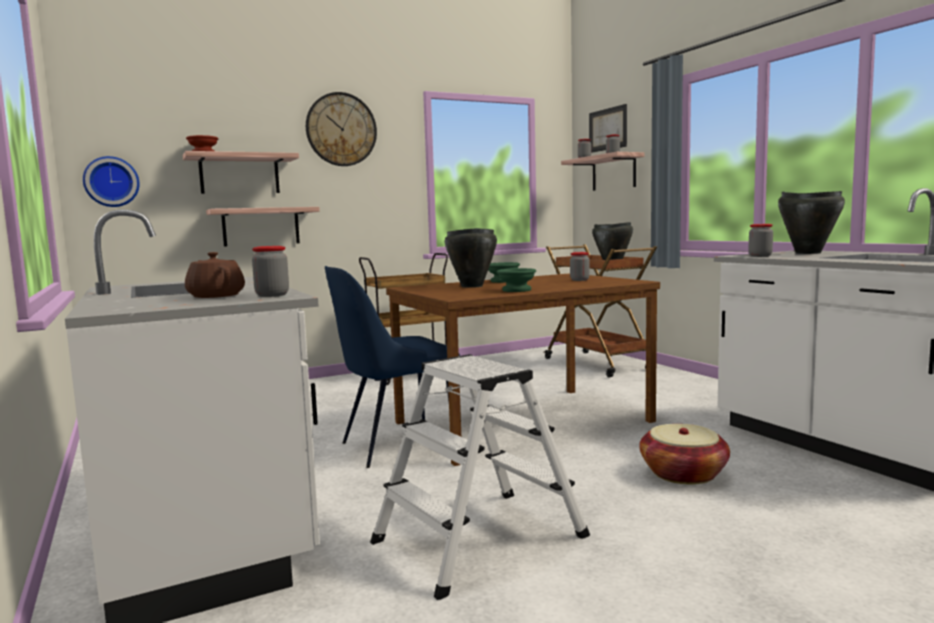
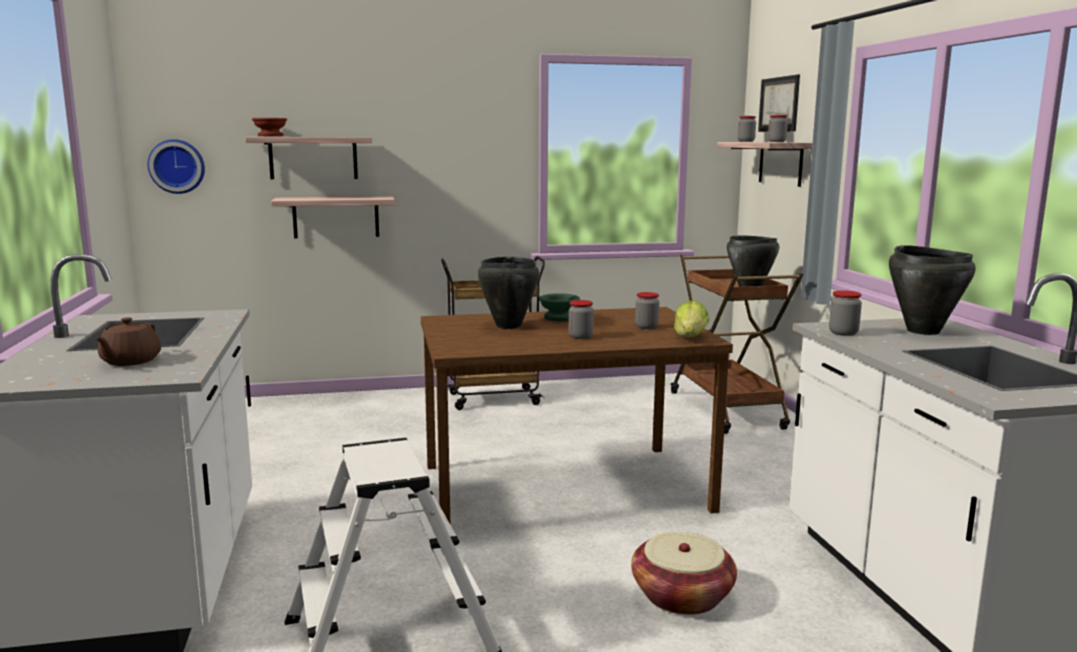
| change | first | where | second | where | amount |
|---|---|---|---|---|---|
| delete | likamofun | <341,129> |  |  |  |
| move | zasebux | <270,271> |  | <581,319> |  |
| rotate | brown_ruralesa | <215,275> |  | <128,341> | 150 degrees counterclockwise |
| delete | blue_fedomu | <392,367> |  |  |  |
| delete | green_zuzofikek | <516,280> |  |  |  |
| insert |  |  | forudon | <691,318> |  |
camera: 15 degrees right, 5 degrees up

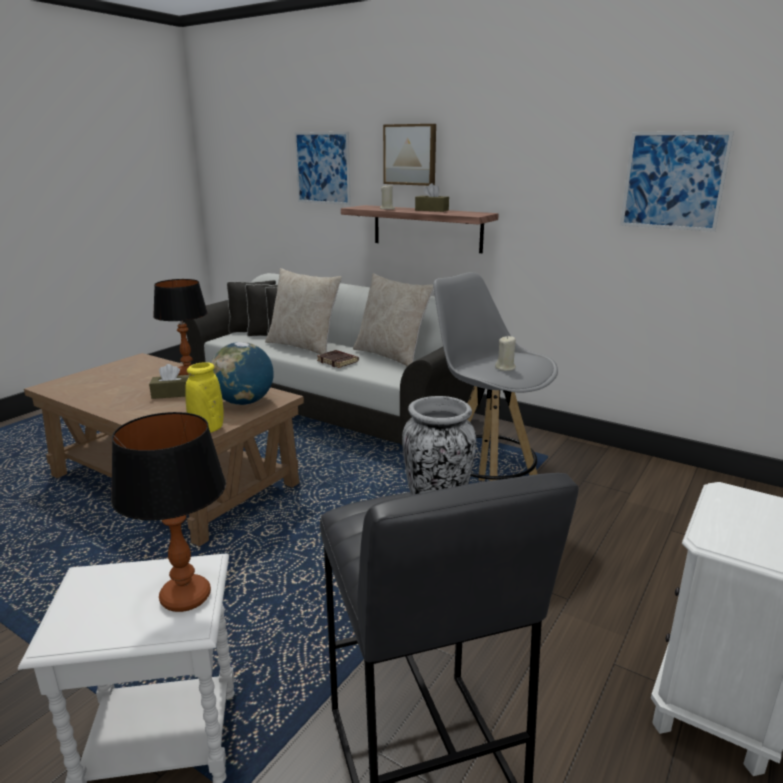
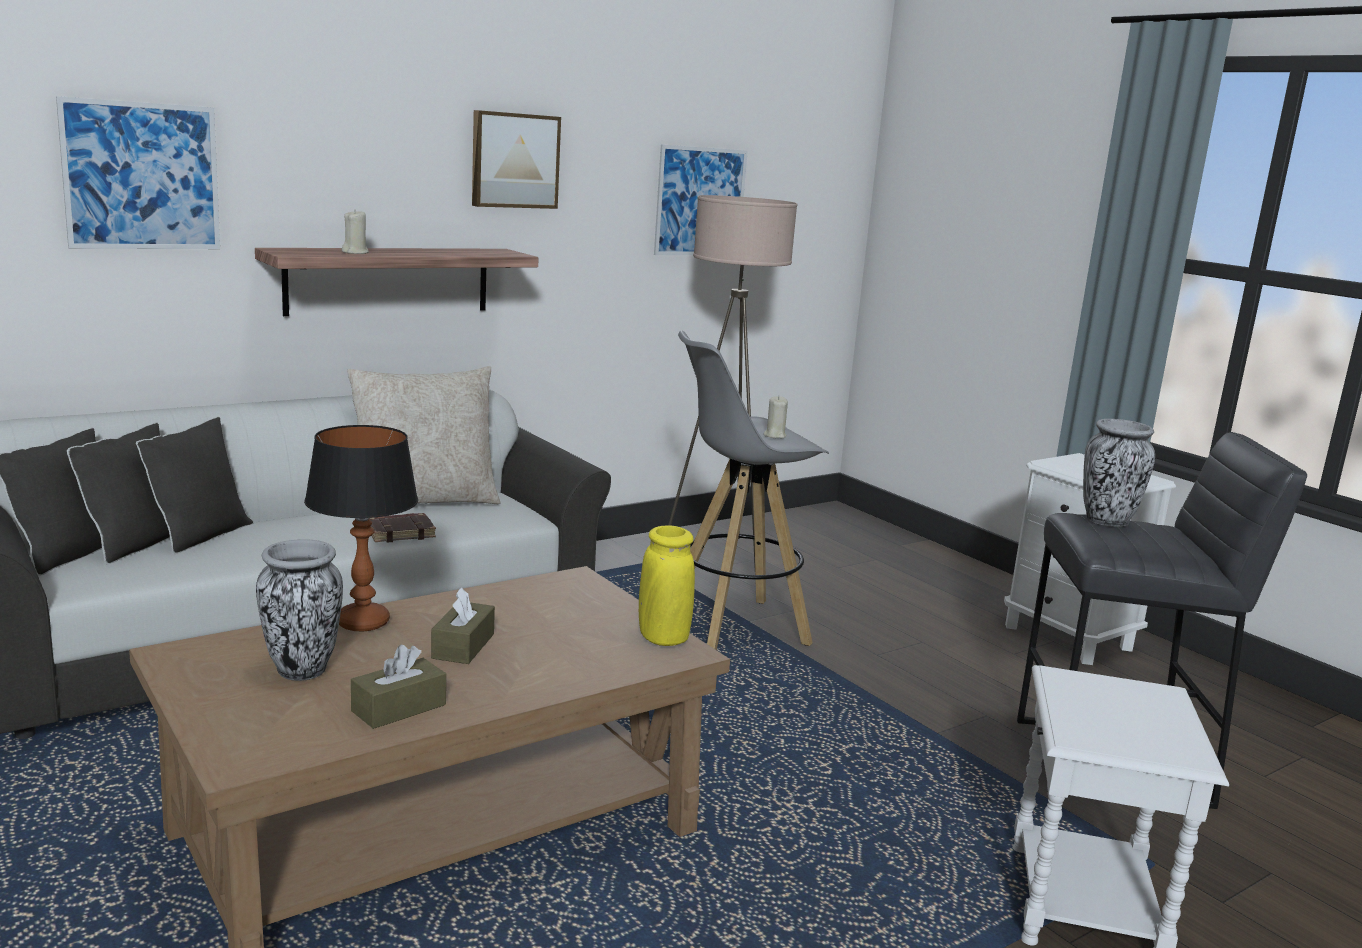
| change | first | where | second | where | amount |
|---|---|---|---|---|---|
| move | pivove | <409,155> |  | <516,159> |  |
| move | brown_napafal | <432,197> |  | <398,687> |  |
| delete | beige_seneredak | <303,311> |  |  |  |
| delete | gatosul | <242,373> |  |  |  |
| delete | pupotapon | <168,512> |  |  |  |
| insert |  |  | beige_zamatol | <733,380> |  |
| insert |  |  | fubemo | <299,610> |  |
camera: 70 degrees left, 5 degrees down

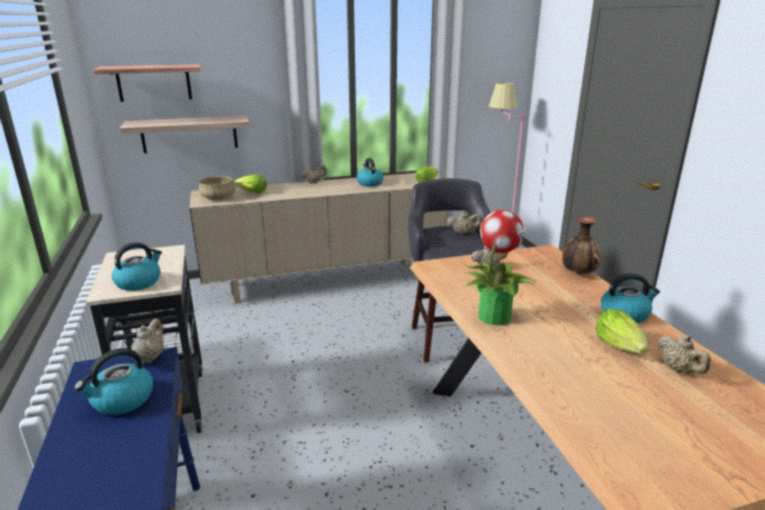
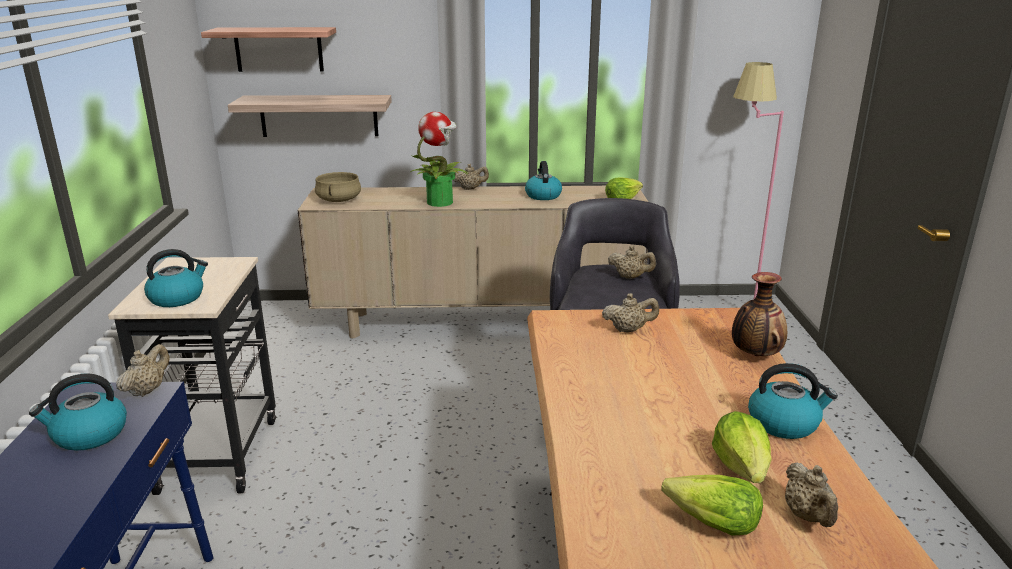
| change | first | where | second | where | amount |
|---|---|---|---|---|---|
| move | forudon | <250,184> |  | <712,505> |  |
| move | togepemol | <501,267> |  | <439,159> |  |
camera: 15 degrees right, 0 degrees up

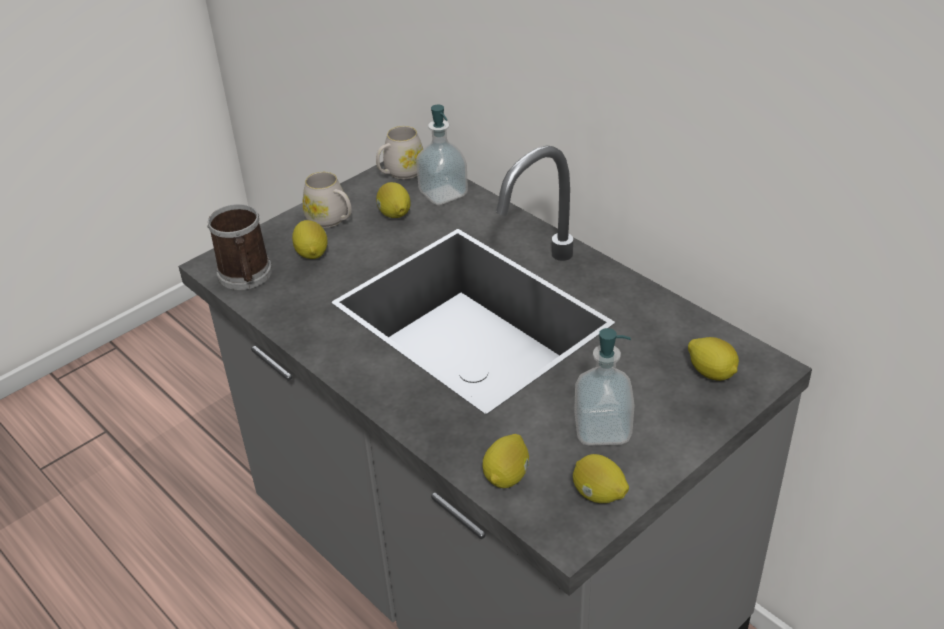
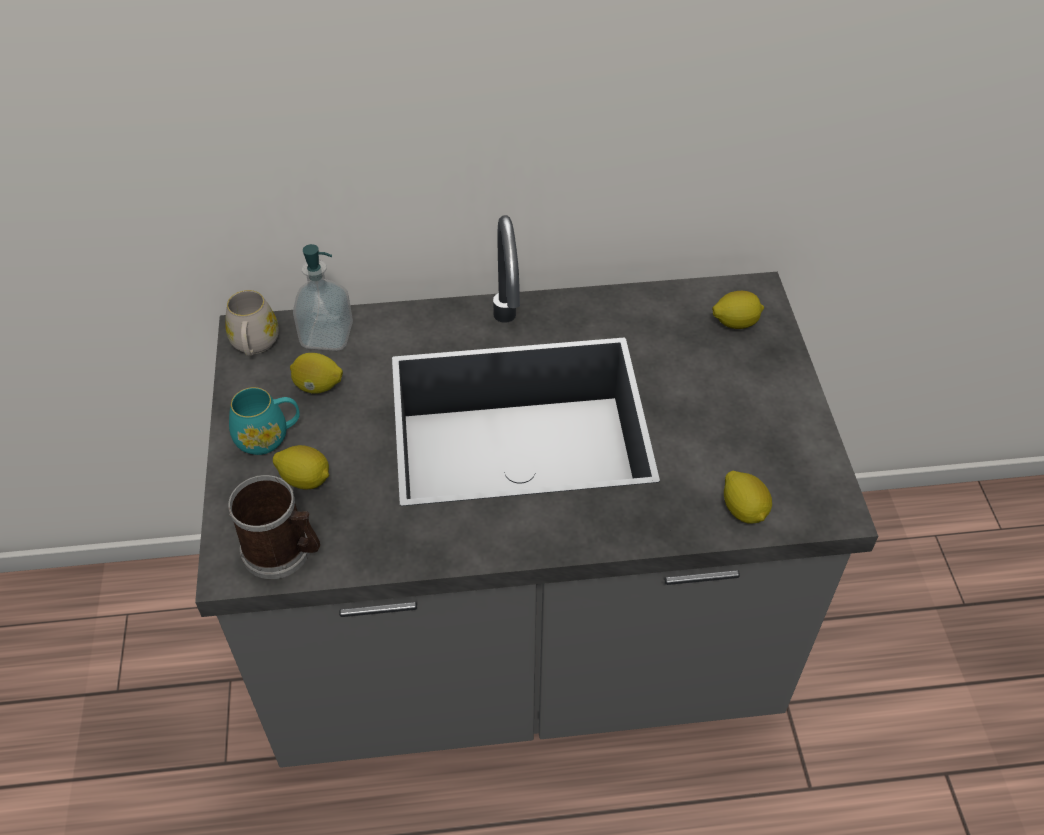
| change | first | where | second | where | amount |
|---|---|---|---|---|---|
| recolor | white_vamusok | <327,200> | turquoise_vamusok | <264,421> |  |
| delete | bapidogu | <604,386> |  |  |  |
| delete | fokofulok | <601,478> |  |  |  |
camera: 55 degrees left, 10 degrees up

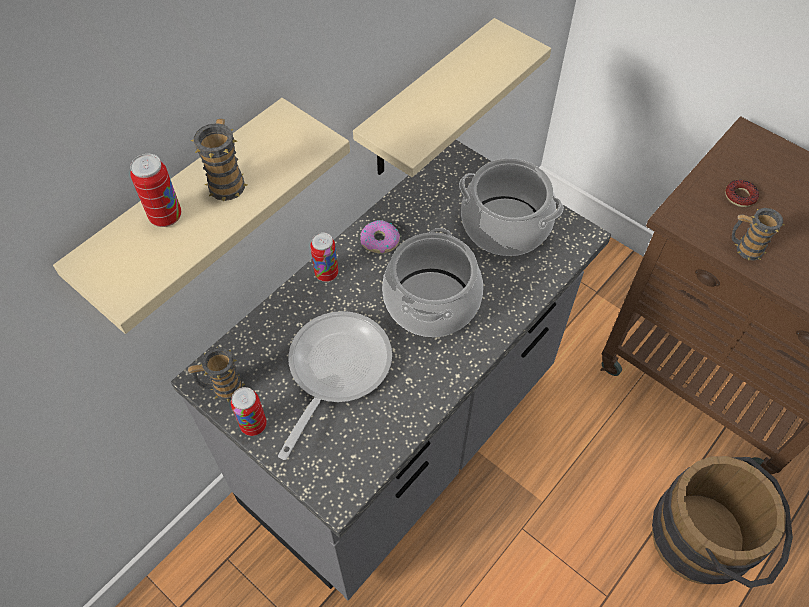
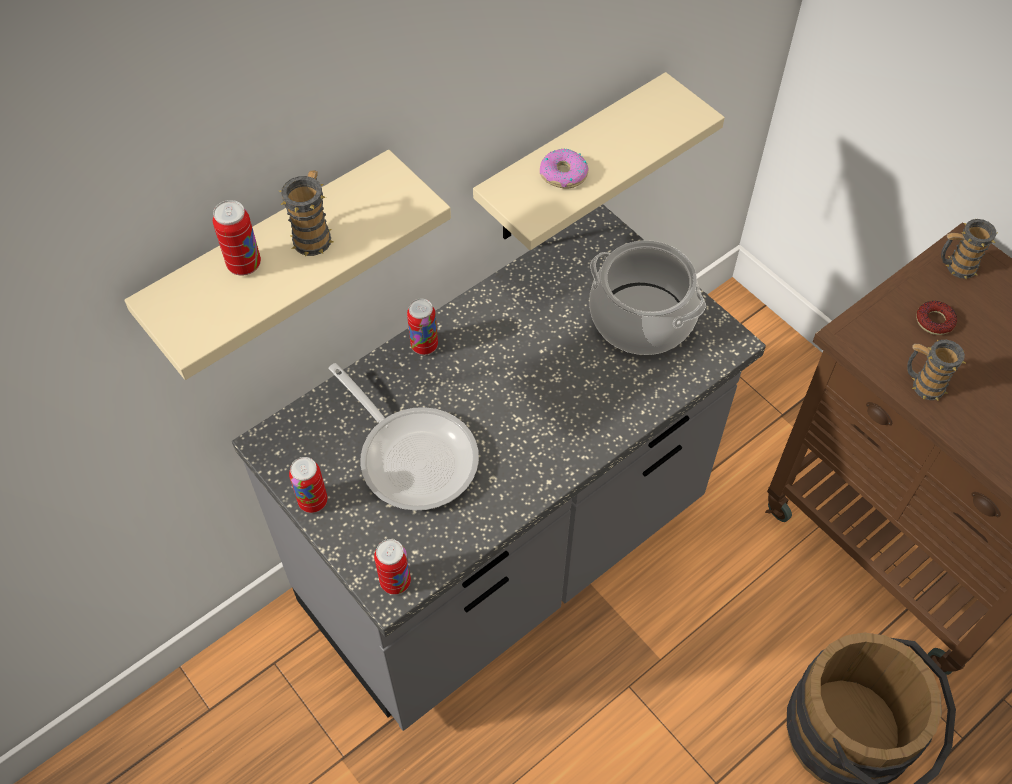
| change | first | where | second | where | amount |
|---|---|---|---|---|---|
| move | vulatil | <380,237> |  | <564,169> |  |
| delete | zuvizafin | <432,282> |  |  |  |
| rotate | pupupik | <335,385> |  | <404,436> | 105 degrees clockwise |
| move | vamusok | <216,375> |  | <969,249> |  |
| insert |  |  | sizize | <392,567> |  |
camera: 10 degrees right, 0 degrees up

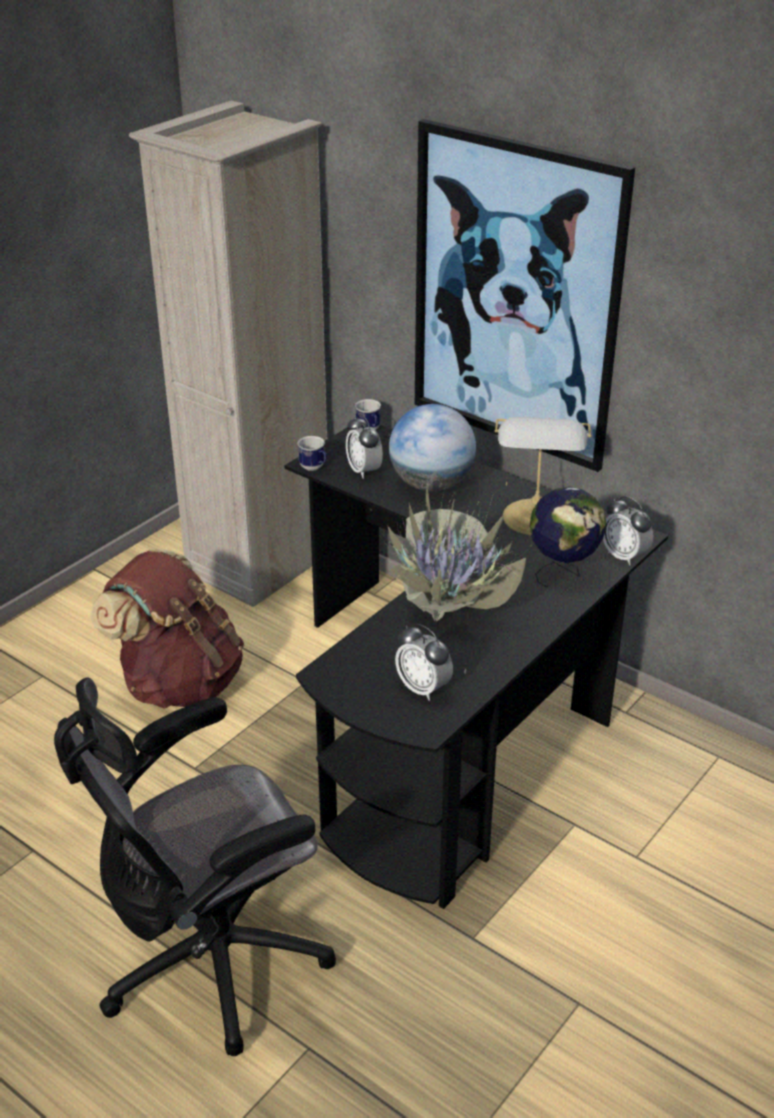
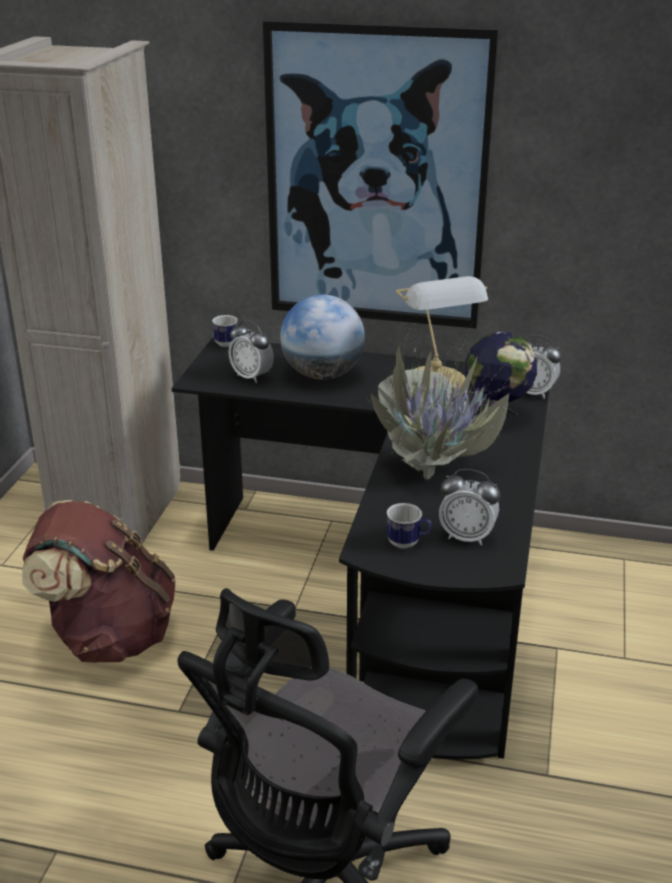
| change | first | where | second | where | amount |
|---|---|---|---|---|---|
| move | vamusok | <312,453> |  | <409,526> |  |
camera: 25 degrees left, 5 degrees down

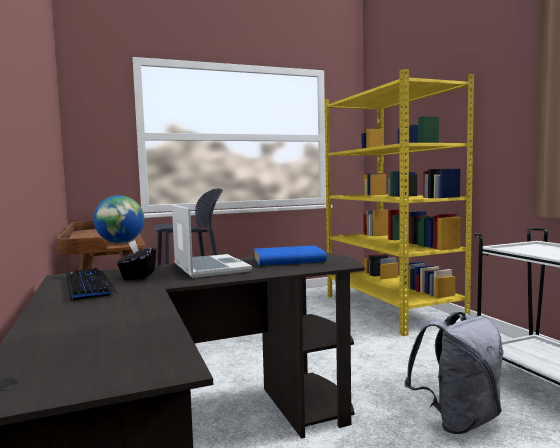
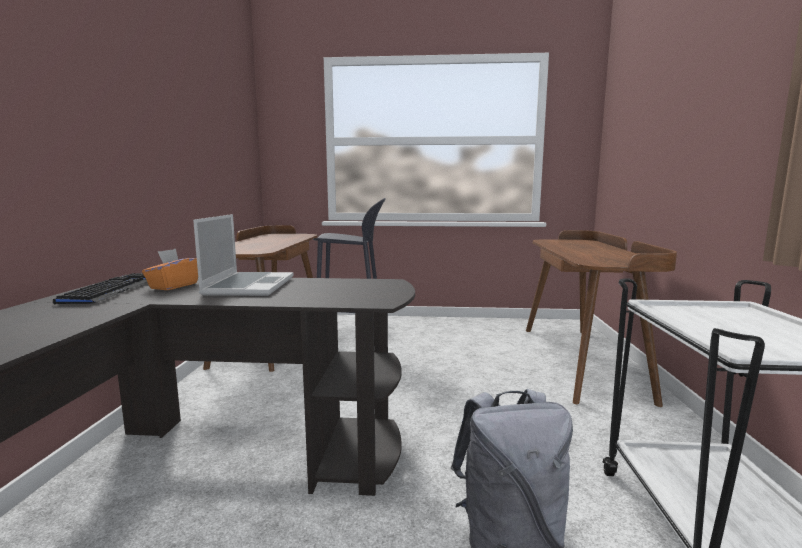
| change | first | where | second | where | amount |
|---|---|---|---|---|---|
| replace | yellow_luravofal | <399,202> | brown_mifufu | <601,318> |  |
| delete | gatosul | <118,219> |  |  |  |
| recolor | black_napafal | <136,260> | orange_napafal | <170,269> |  |
| delete | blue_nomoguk | <290,255> |  |  |  |
camera: 25 degrees right, 5 degrees up

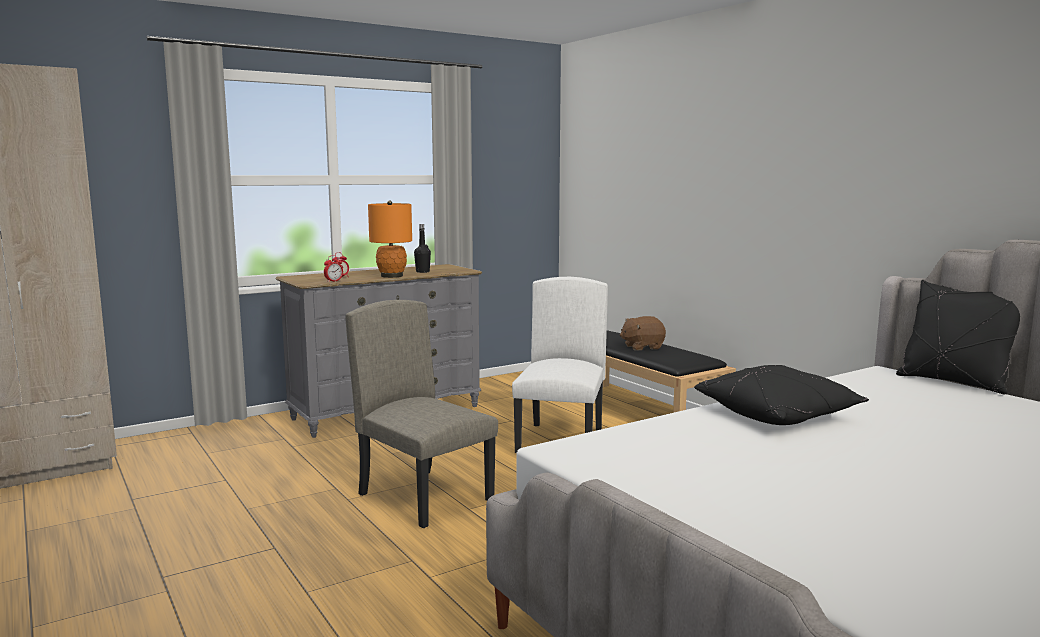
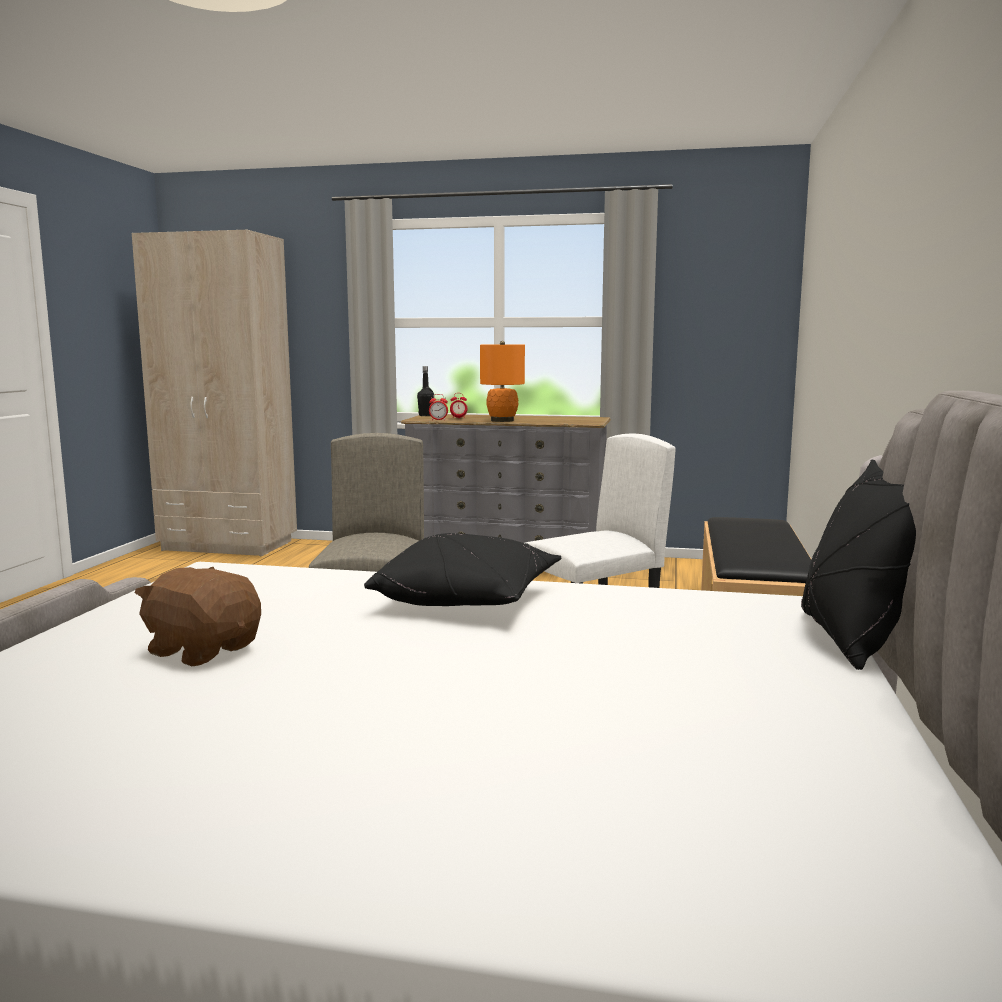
| change | first | where | second | where | amount |
|---|---|---|---|---|---|
| move | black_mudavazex | <422,248> |  | <425,391> |  |
| move | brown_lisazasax | <643,333> |  | <197,616> |  |
camera: 45 degrees right, 0 degrees up

